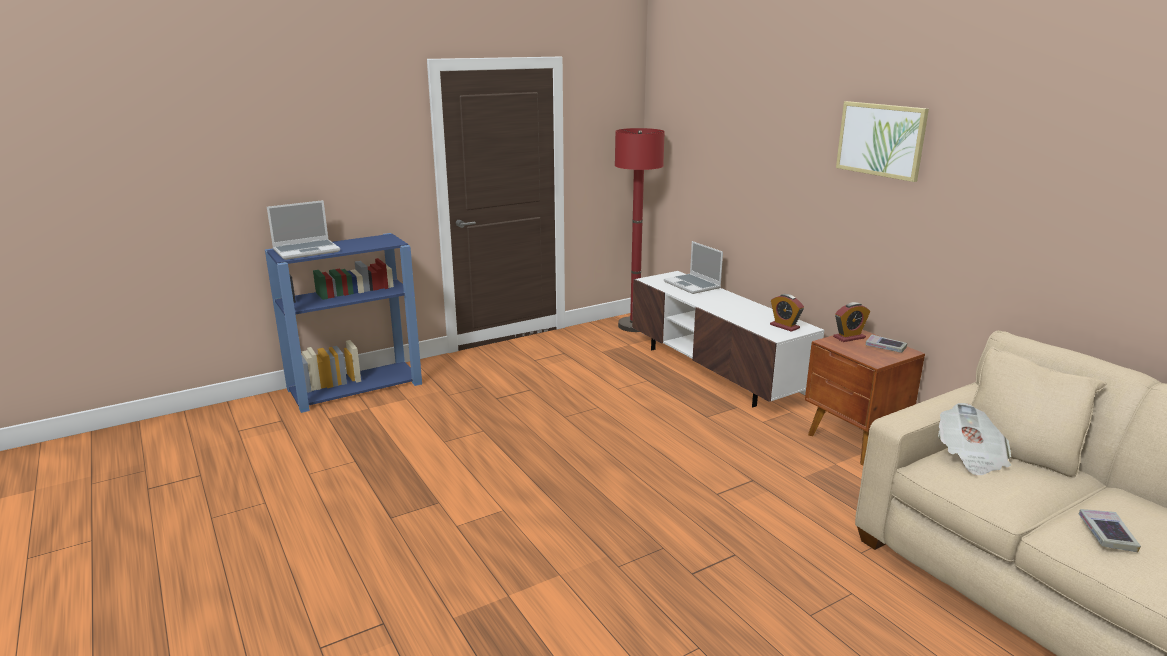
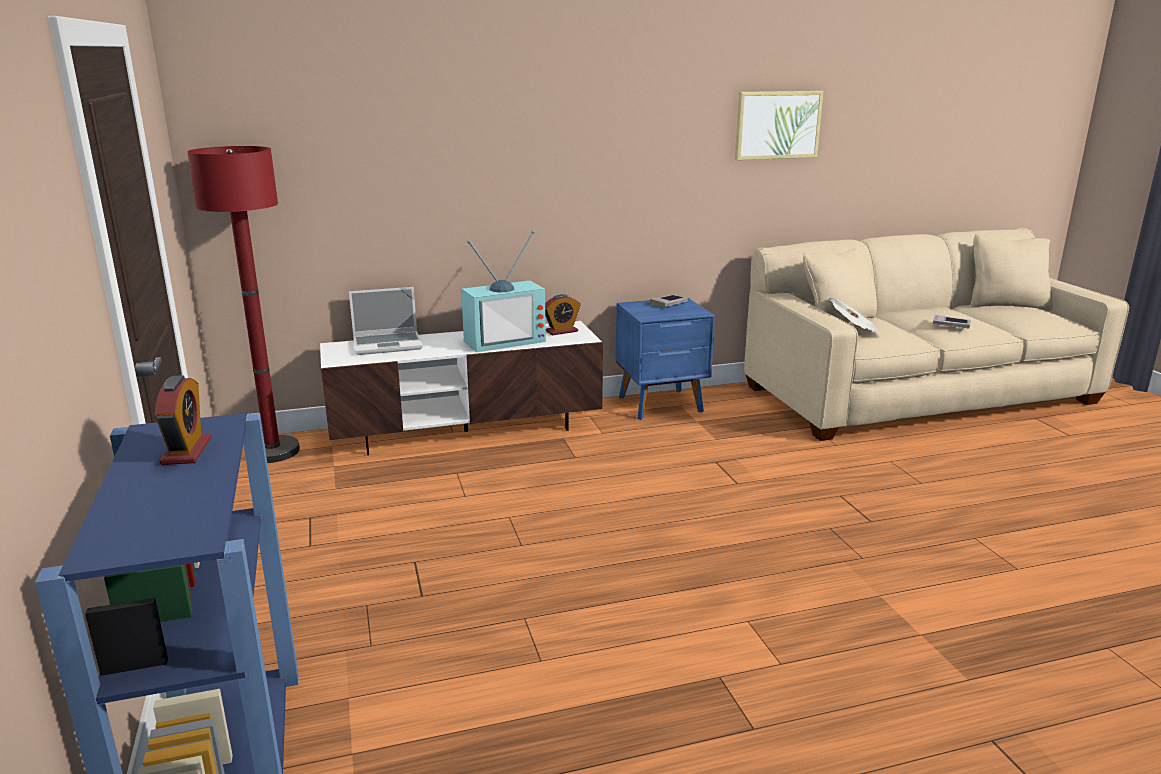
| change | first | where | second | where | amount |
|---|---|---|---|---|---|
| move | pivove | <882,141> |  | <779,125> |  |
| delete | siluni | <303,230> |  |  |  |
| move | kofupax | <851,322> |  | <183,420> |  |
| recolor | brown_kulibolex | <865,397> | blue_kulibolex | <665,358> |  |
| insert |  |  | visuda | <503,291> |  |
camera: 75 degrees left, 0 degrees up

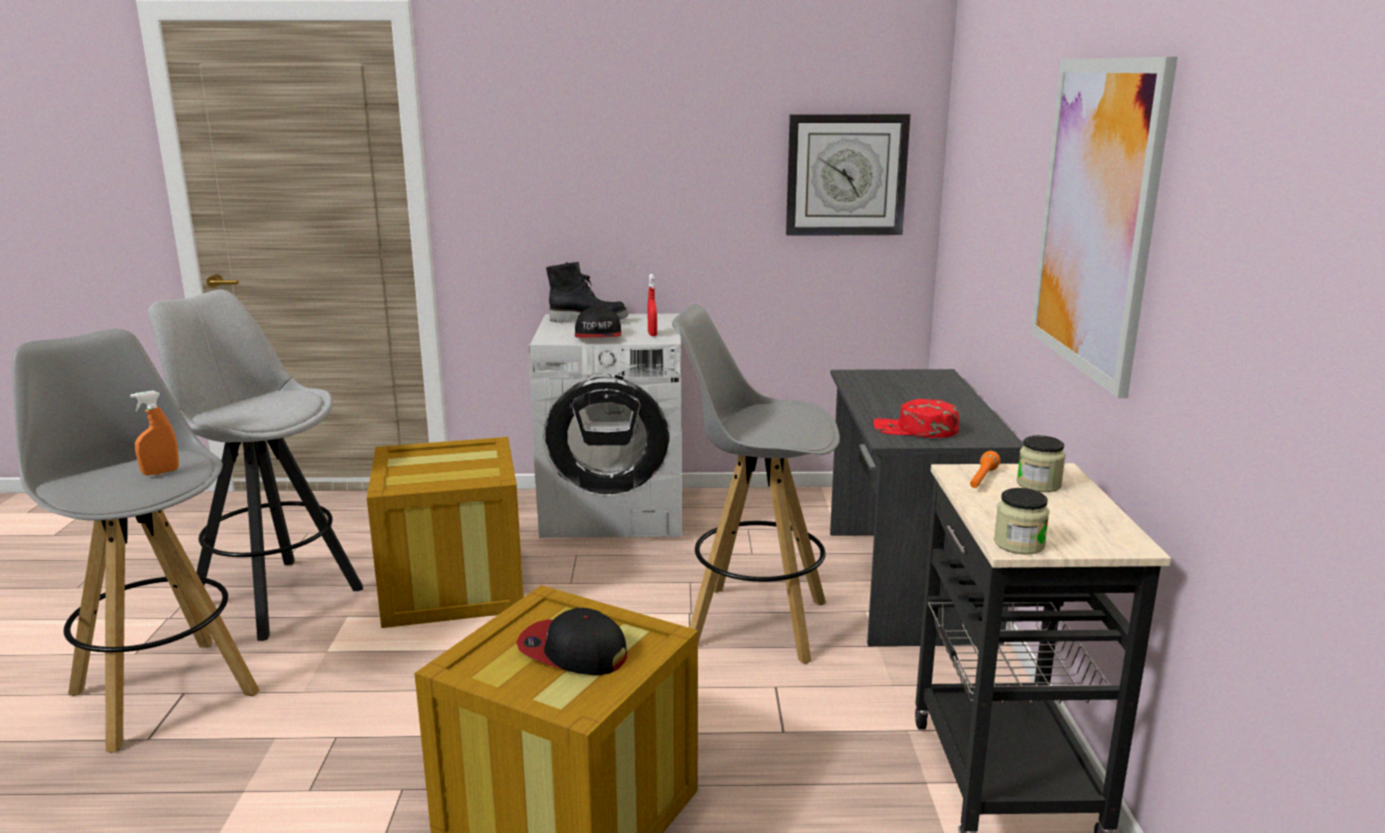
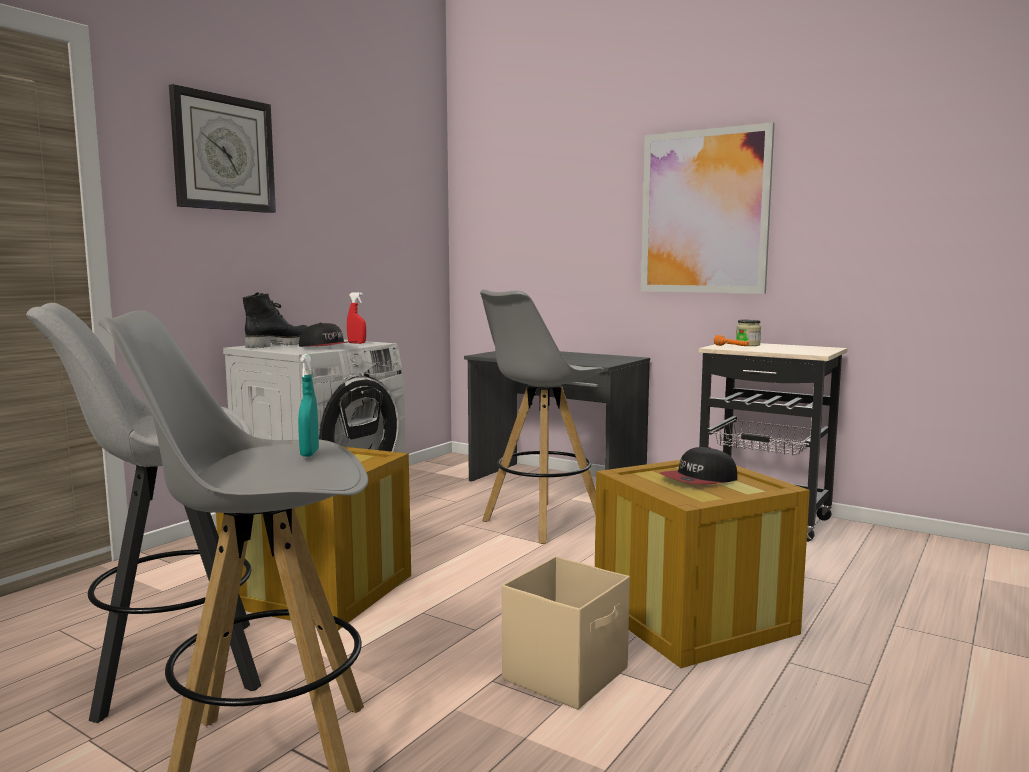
| change | first | where | second | where | amount |
|---|---|---|---|---|---|
| move | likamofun | <848,175> |  | <222,148> |  |
| recolor | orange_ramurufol | <154,433> | turquoise_ramurufol | <308,405> |  |
| delete | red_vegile | <916,418> |  |  |  |
| delete | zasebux | <1022,521> |  |  |  |
| insert |  |  | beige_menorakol | <566,633> |  |
camera: 55 degrees left, 10 degrees down

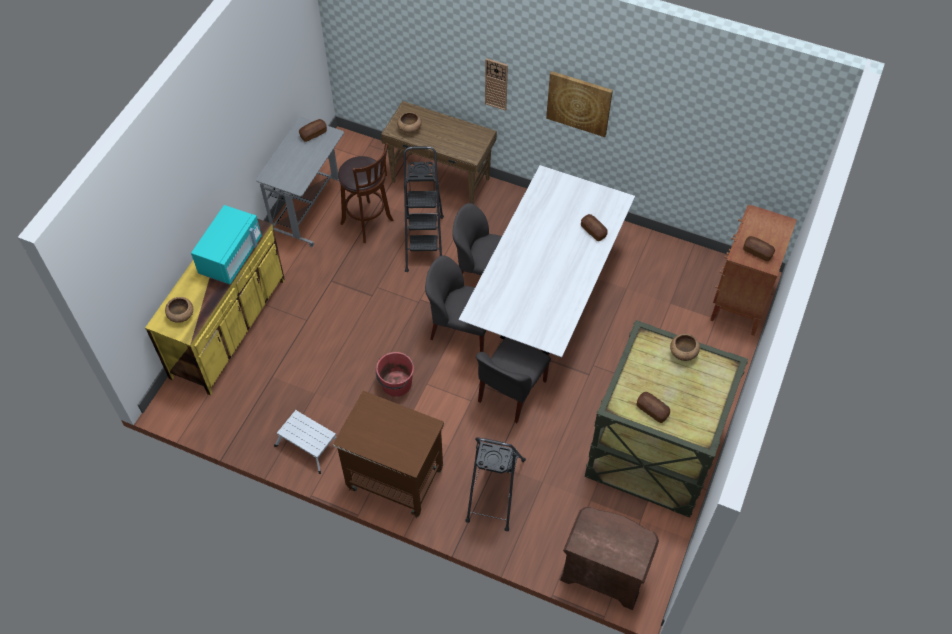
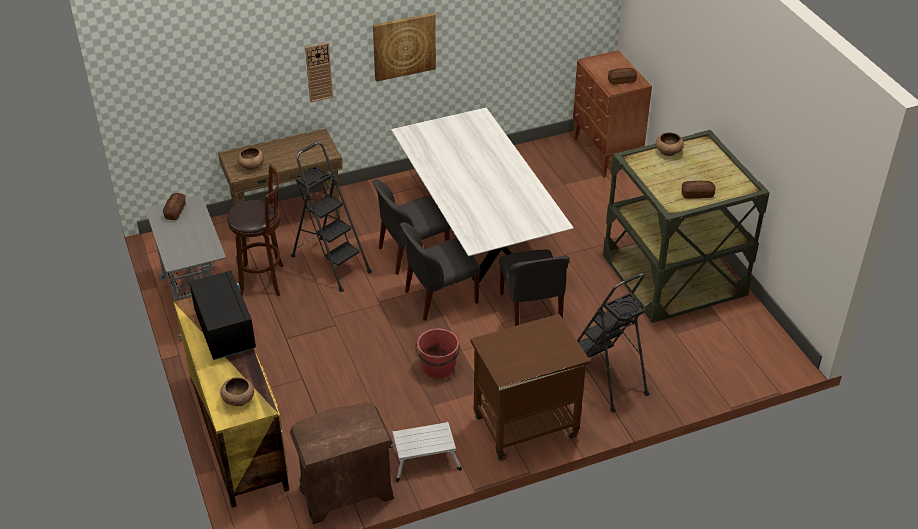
| change | first | where | second | where | amount |
|---|---|---|---|---|---|
| recolor | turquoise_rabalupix | <226,244> | black_rabalupix | <222,315> |  |
| delete | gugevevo | <594,227> |  |  |  |
| move | brown_kulibolex | <609,558> |  | <342,463> |  |
camera: 45 degrees left, 15 degrees down

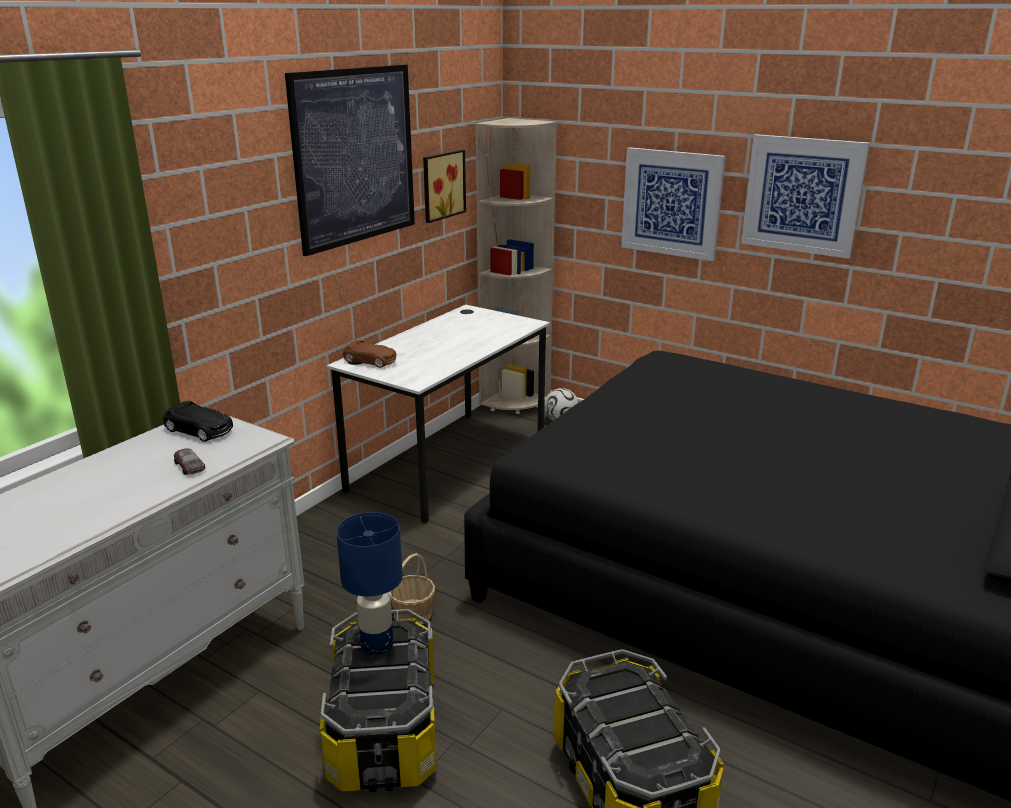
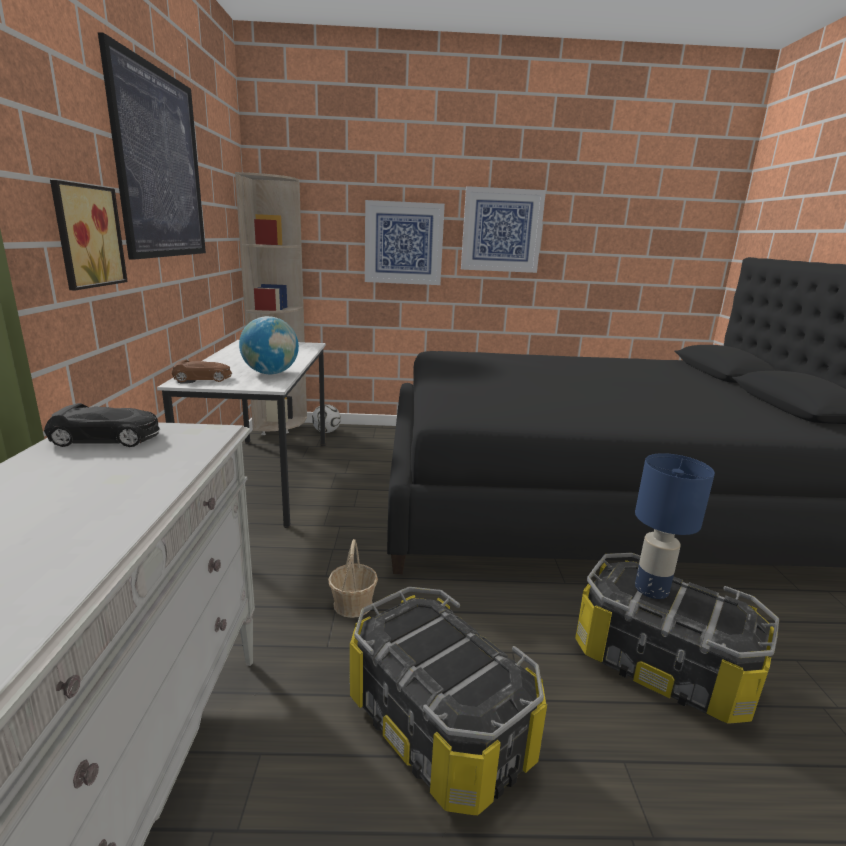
| change | first | where | second | where | amount |
|---|---|---|---|---|---|
| move | pivove | <444,186> |  | <89,235> |  |
| delete | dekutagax | <189,461> |  |  |  |
| move | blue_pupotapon | <369,583> |  | <675,526> |  |
| insert |  |  | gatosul | <269,345> |  |
camera: 35 degrees left, 5 degrees down

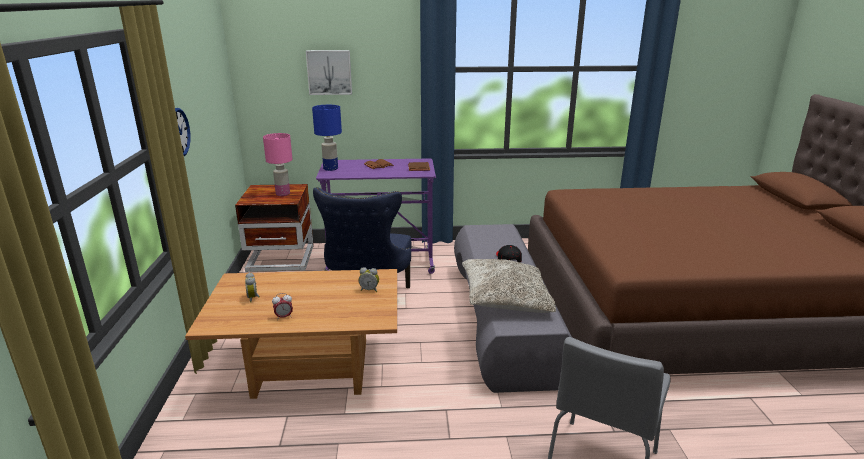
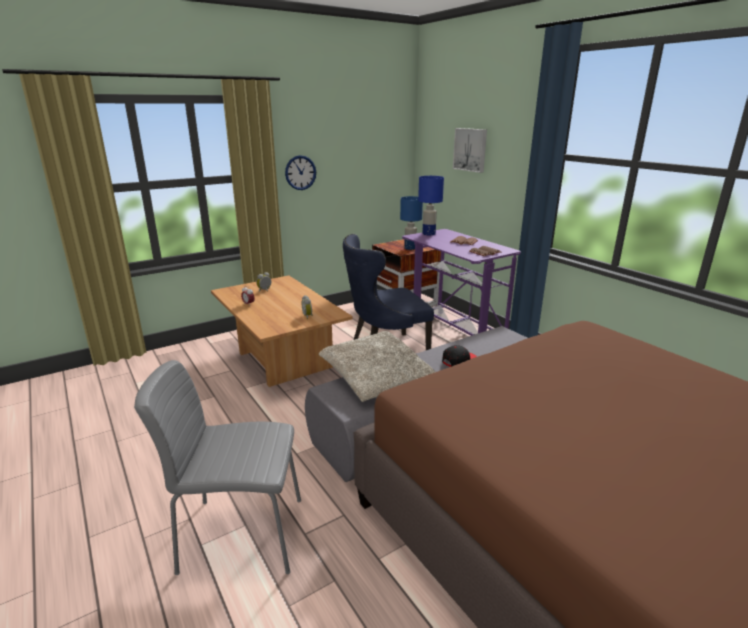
| change | first | where | second | where | amount |
|---|---|---|---|---|---|
| recolor | pink_pupotapon | <278,164> | blue_pupotapon | <411,223> |  |
camera: 60 degrees right, 0 degrees up

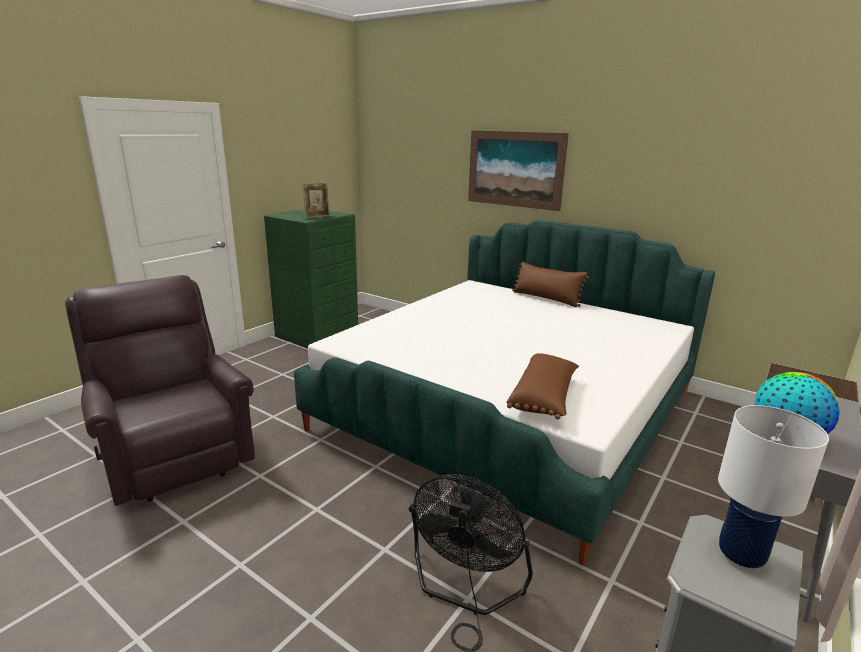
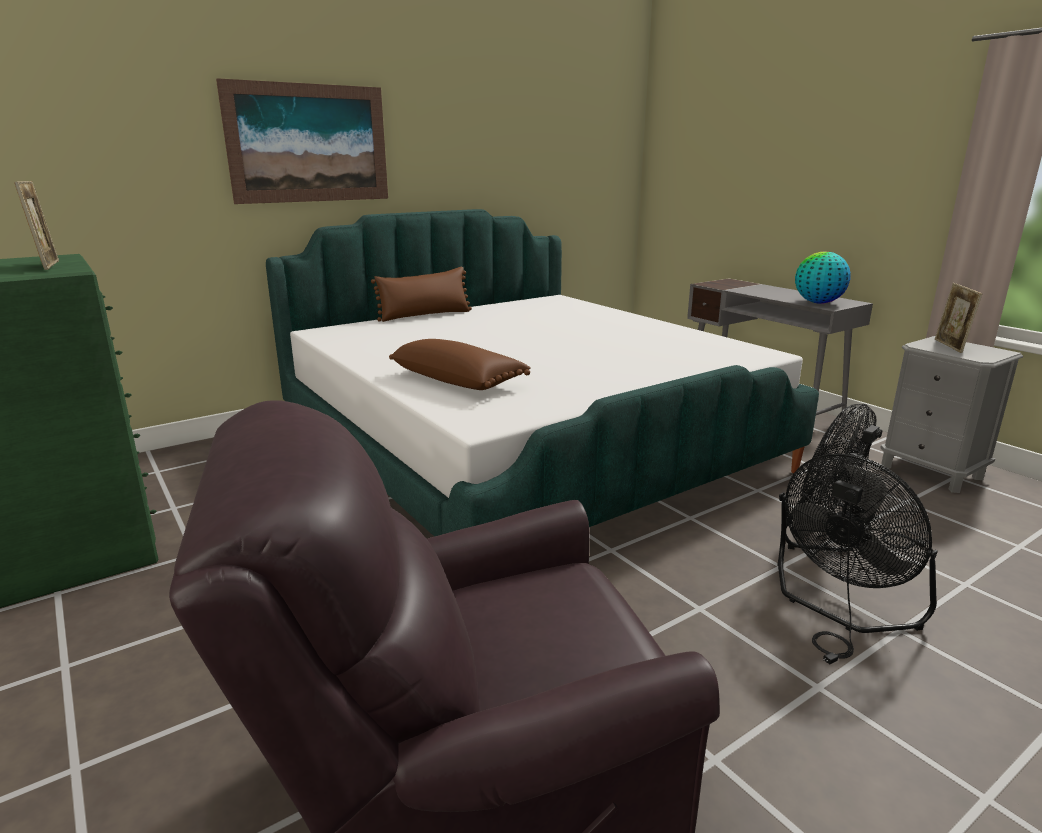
| change | first | where | second | where | amount |
|---|---|---|---|---|---|
| move | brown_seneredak | <542,386> |  | <460,364> |  |
| replace | white_pupotapon | <773,486> | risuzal | <958,318> |  |
| insert |  |  | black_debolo | <857,559> |  |
camera: 70 degrees left, 0 degrees up

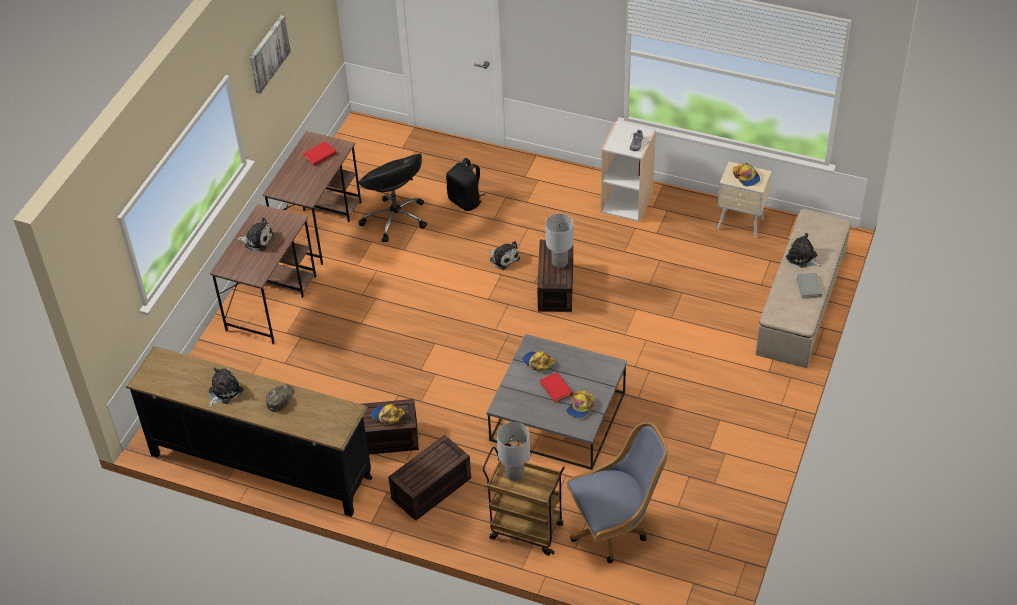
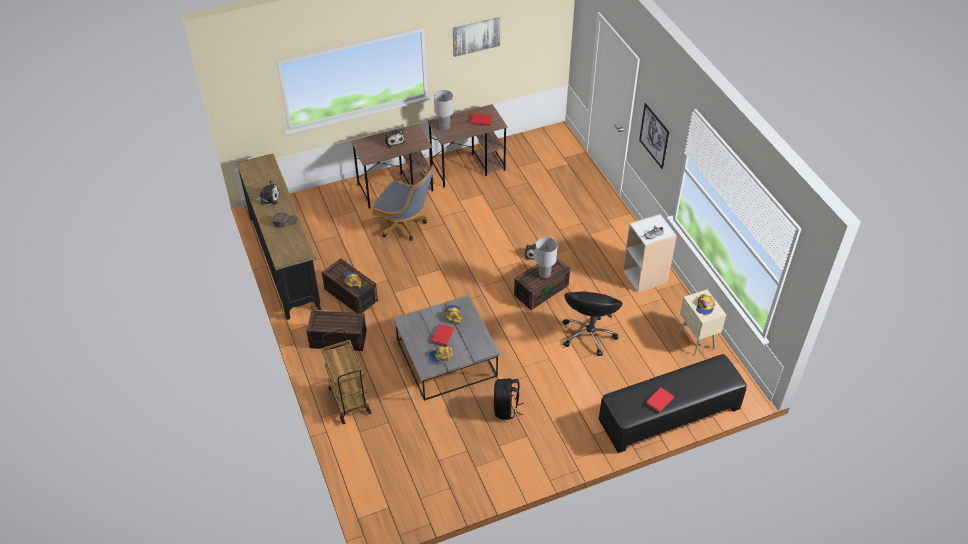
| change | first | where | second | where | amount |
|---|---|---|---|---|---|
| move | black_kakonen | <392,198> |  | <593,323> |  |
| move | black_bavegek | <465,184> |  | <509,399> |  |
| recolor | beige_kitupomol | <803,288> | black_kitupomol | <673,403> |  |
| delete | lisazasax | <804,250> |  |  |  |
| recolor | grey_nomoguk | <809,286> | red_nomoguk | <660,400> |  |
| move | grey_pupotapon | <513,451> |  | <444,110> |  |
| move | blue_kakonen | <617,492> |  | <403,203> |  |
| insert |  |  | pivove | <654,136> |  |
camera: 45 degrees right, 0 degrees up

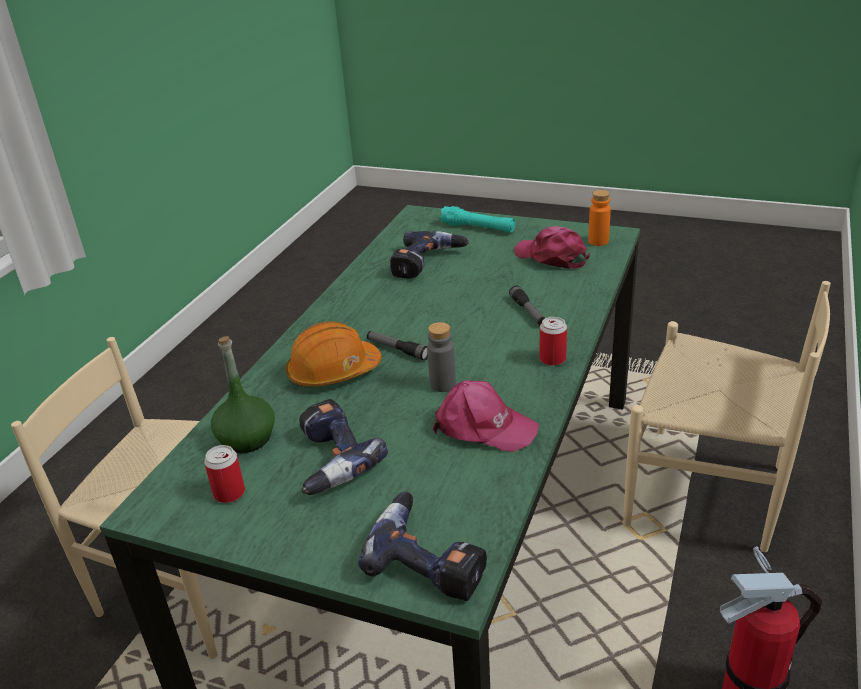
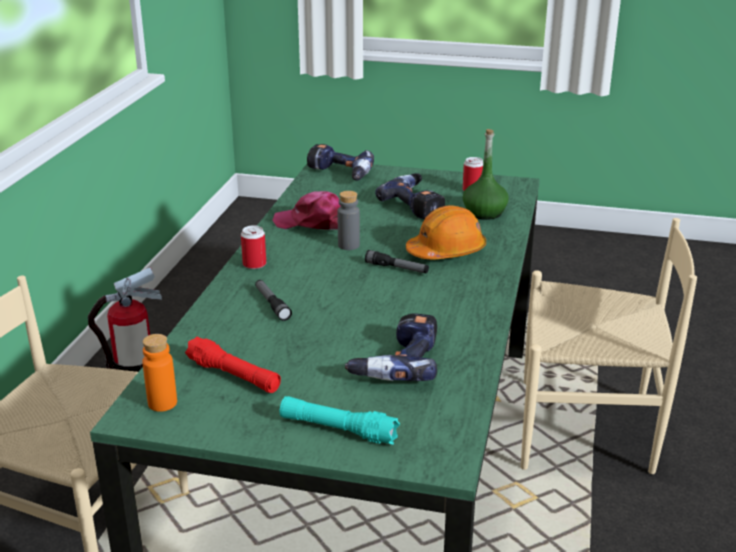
| change | first | where | second | where | amount |
|---|---|---|---|---|---|
| replace | pink_vegile | <552,247> | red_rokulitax | <233,364> |  |
camera: 170 degrees right, 5 degrees down

